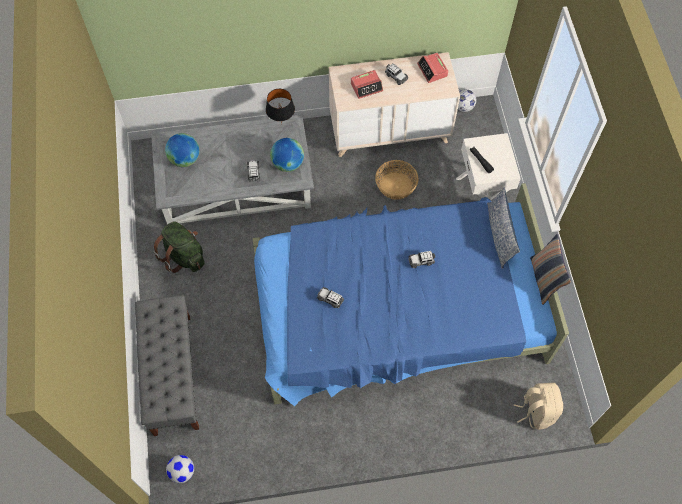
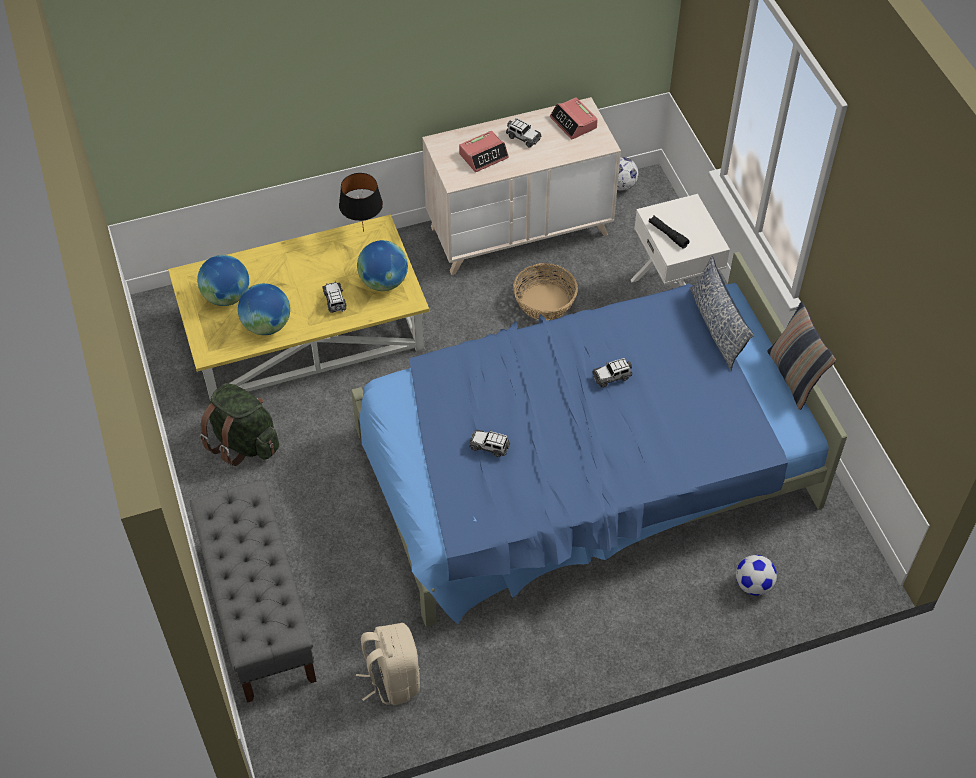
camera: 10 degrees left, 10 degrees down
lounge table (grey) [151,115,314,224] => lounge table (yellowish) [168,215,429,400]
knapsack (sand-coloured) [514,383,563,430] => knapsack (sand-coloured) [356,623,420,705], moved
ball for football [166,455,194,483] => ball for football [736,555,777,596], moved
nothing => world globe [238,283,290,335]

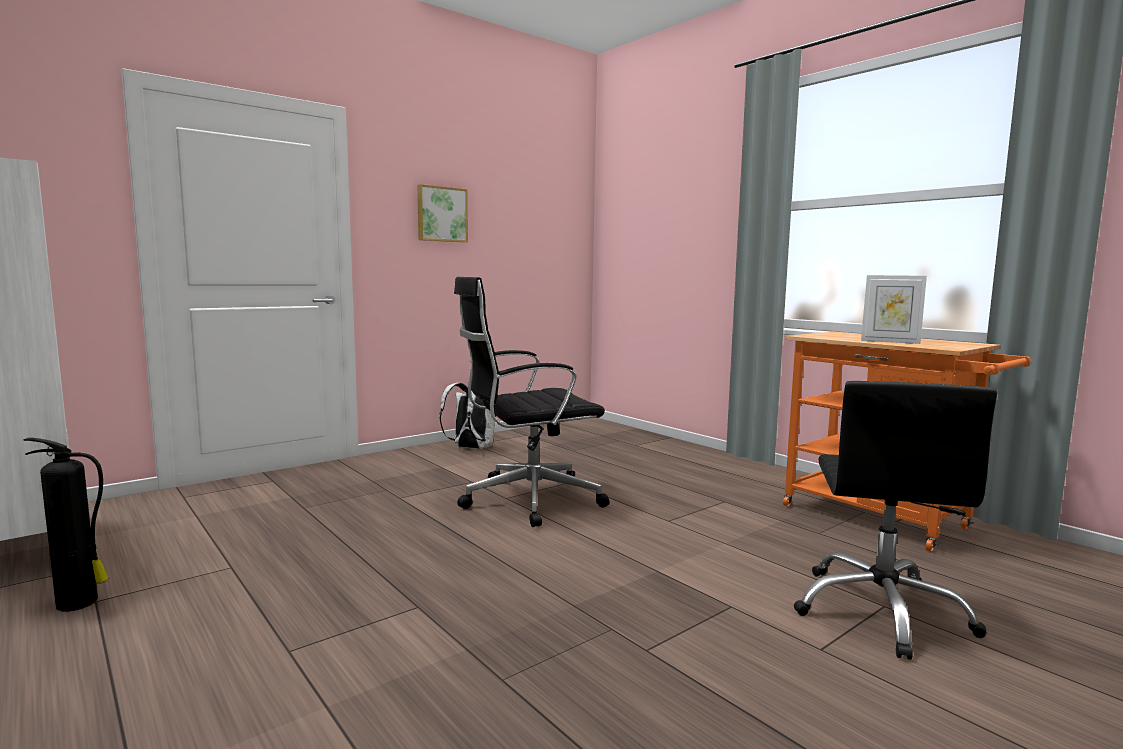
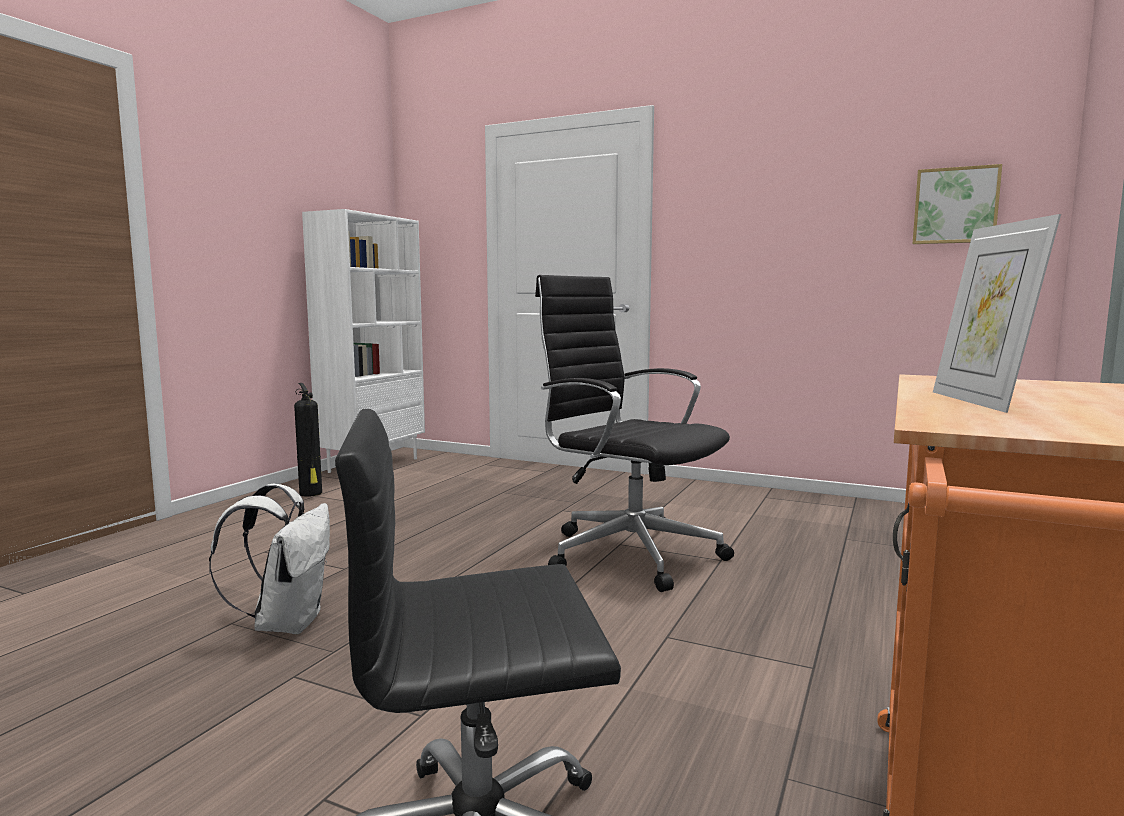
camera: 65 degrees right, 0 degrees up
wall art [417,184,468,242] => wall art [913,164,1002,244], moved
knapsack (white-coloured) [439,383,496,449] => knapsack (white-coloured) [209,483,330,634], moved

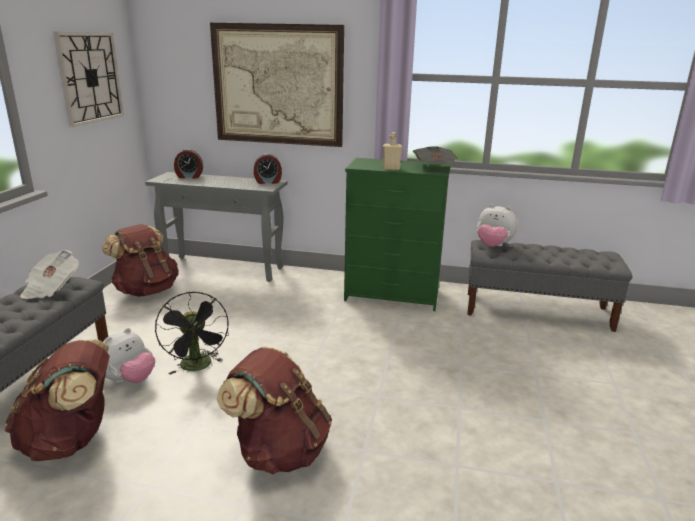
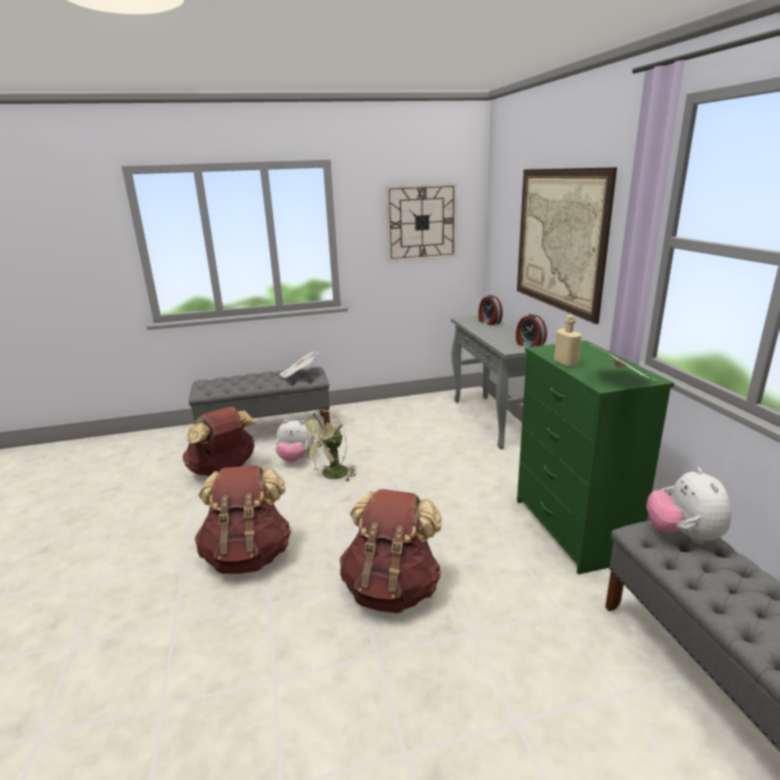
camera: 65 degrees right, 0 degrees up
knapsack (brown) [102,224,179,297] => knapsack (brown) [340,489,442,613], moved
electric fan (blackish) [155,292,229,375] => electric fan (green-coloured) [299,410,356,482]

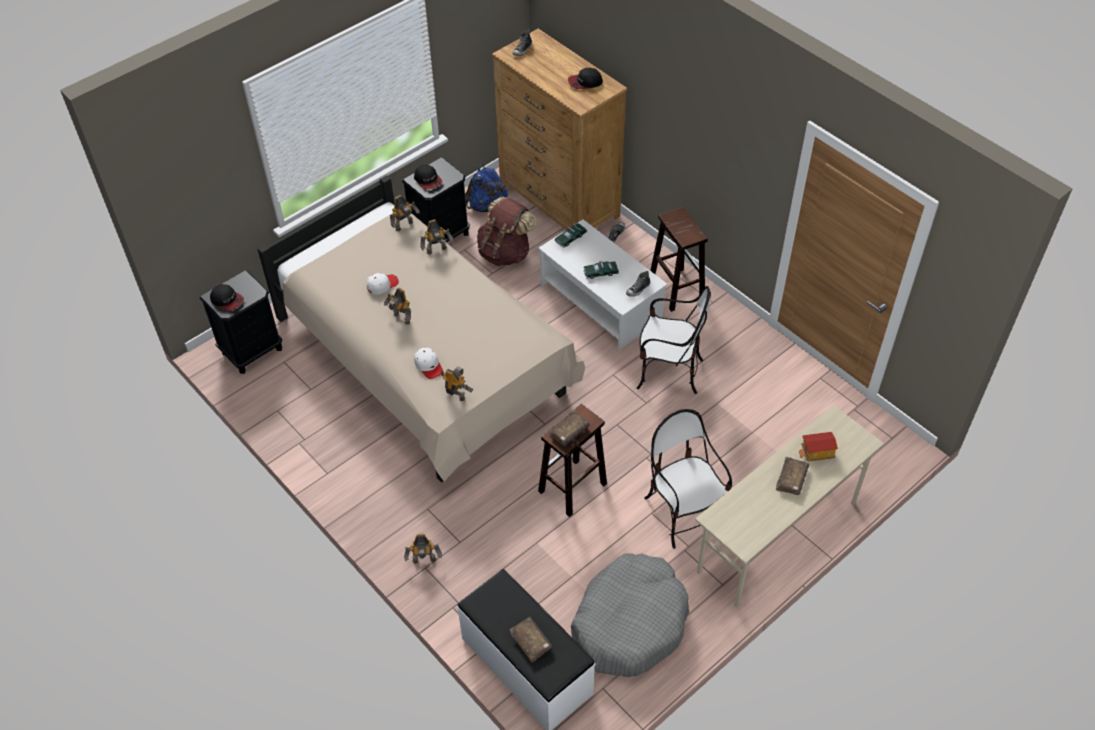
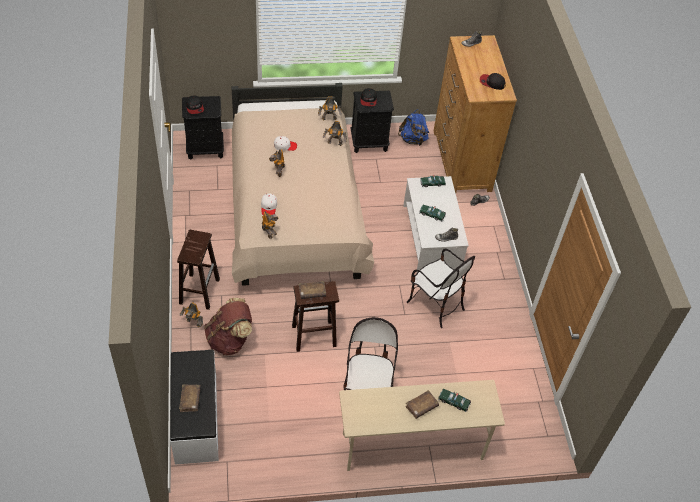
camera: 30 degrees right, 0 degrees up
knapsack (brown) [477,197,536,266] => knapsack (brown) [204,298,252,355], moved
sitting stool (brown) [650,207,708,312] => sitting stool (brown) [177,230,220,310], moved
miniature house [798,432,838,462] => toy car [438,388,471,412]
pet bed (grey) [571,553,689,677] => nothing

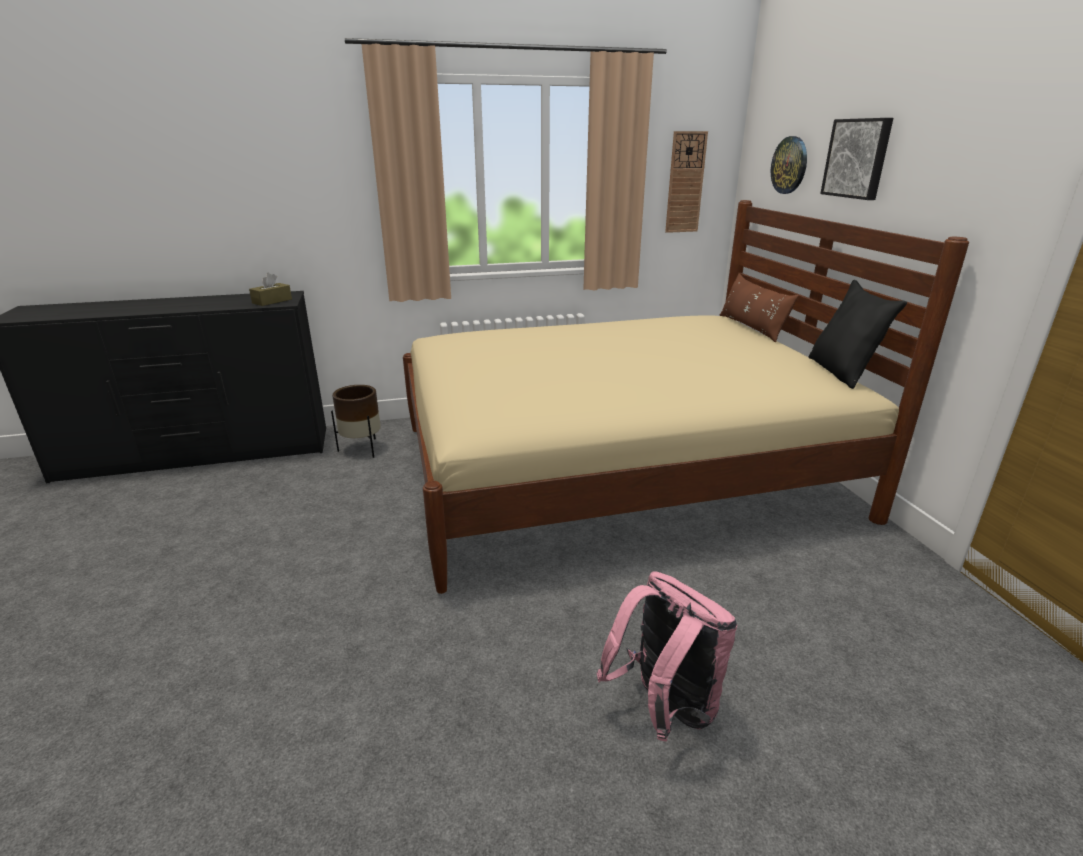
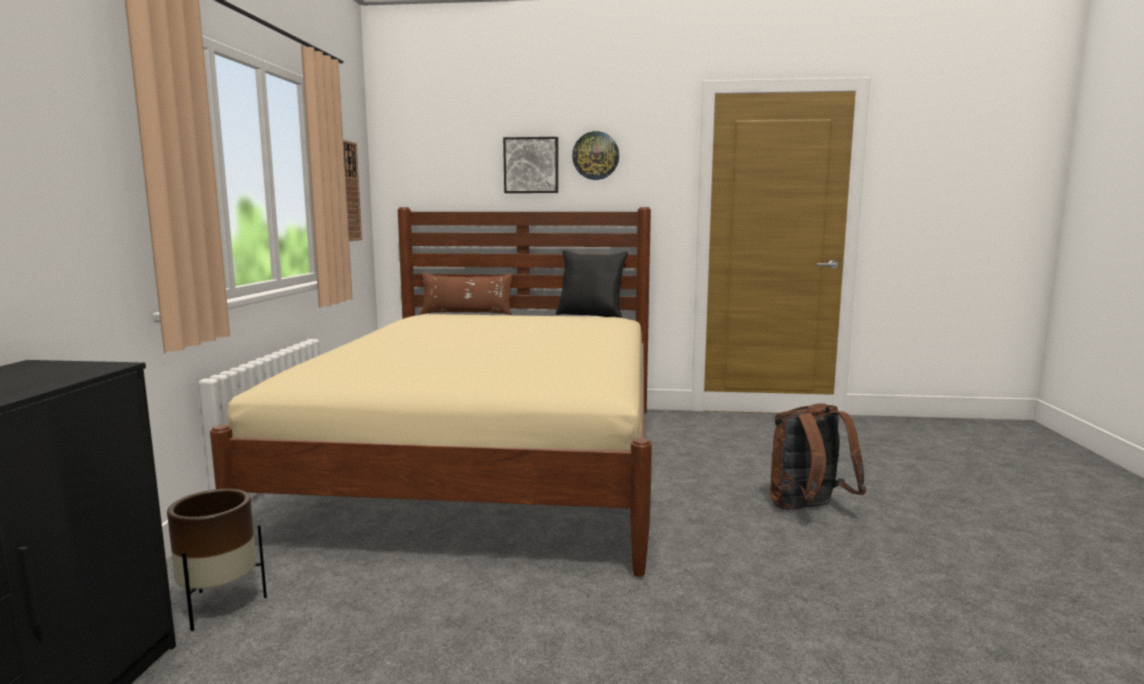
camera: 70 degrees left, 15 degrees down
clock on the wall [771,136,807,194] => clock on the wall [572,131,619,180], moved
tissue holder (brown) [249,273,292,306] => nothing
knapsack (pinkish) [597,572,737,742] => knapsack (brown) [770,403,866,510]

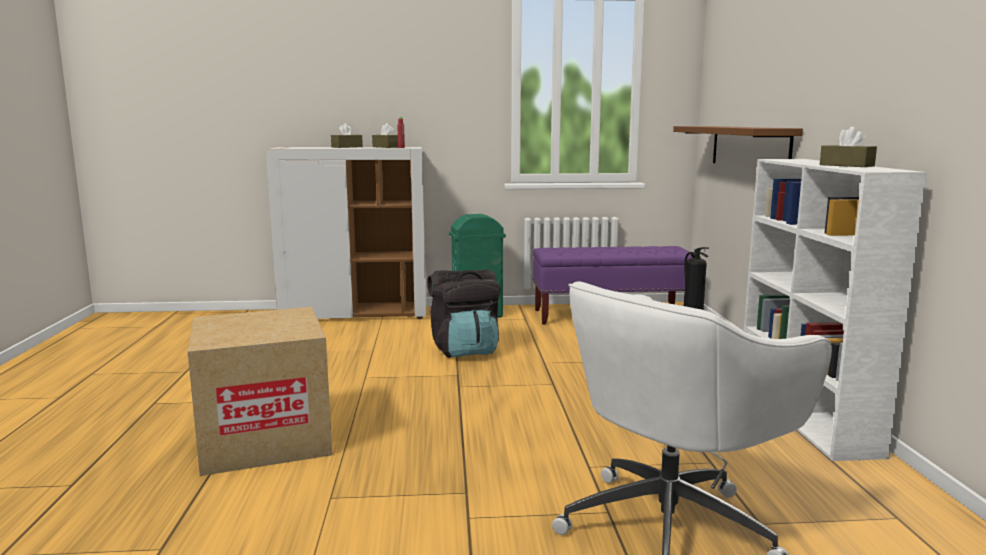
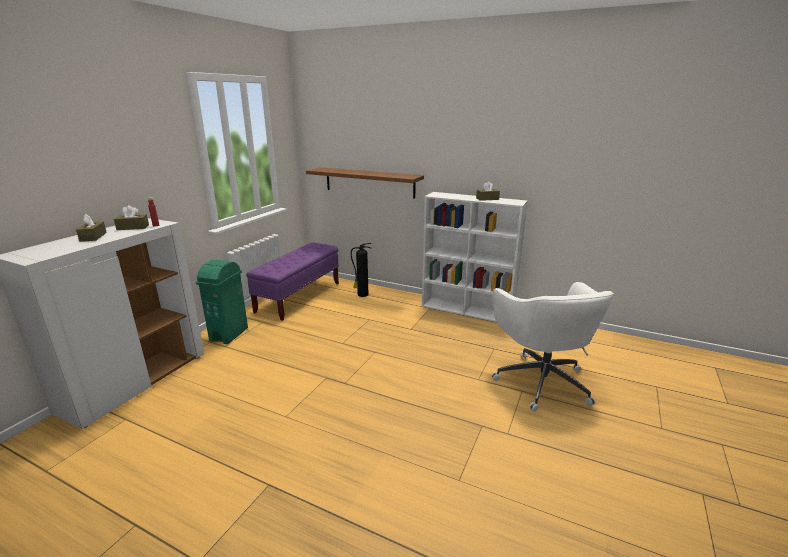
camera: 60 degrees left, 10 degrees up
knapsack (blackish) [427,269,501,358] => nothing
packing box [188,307,332,476] => nothing

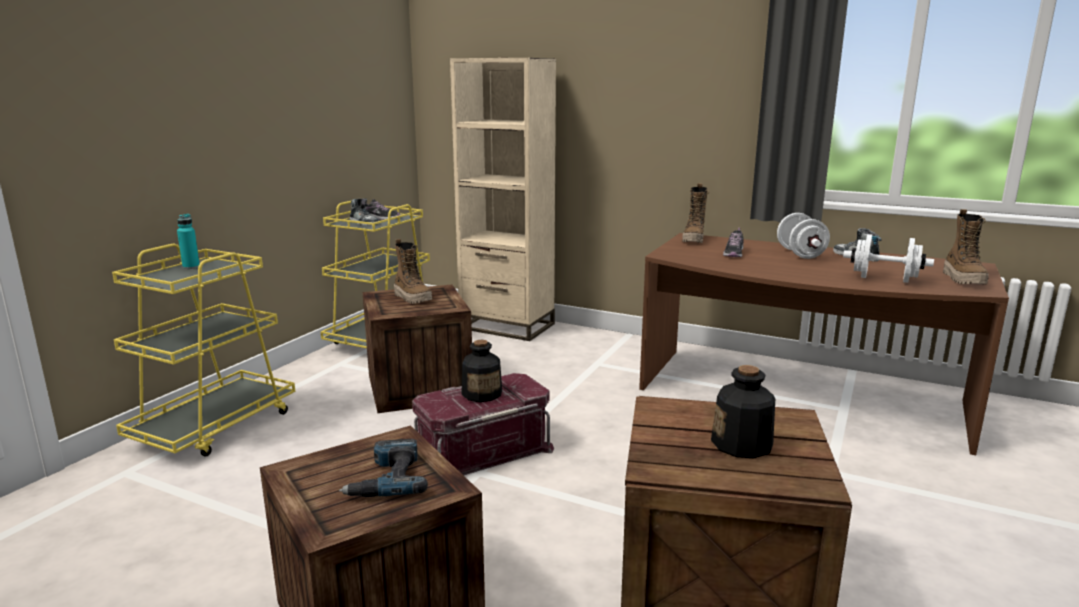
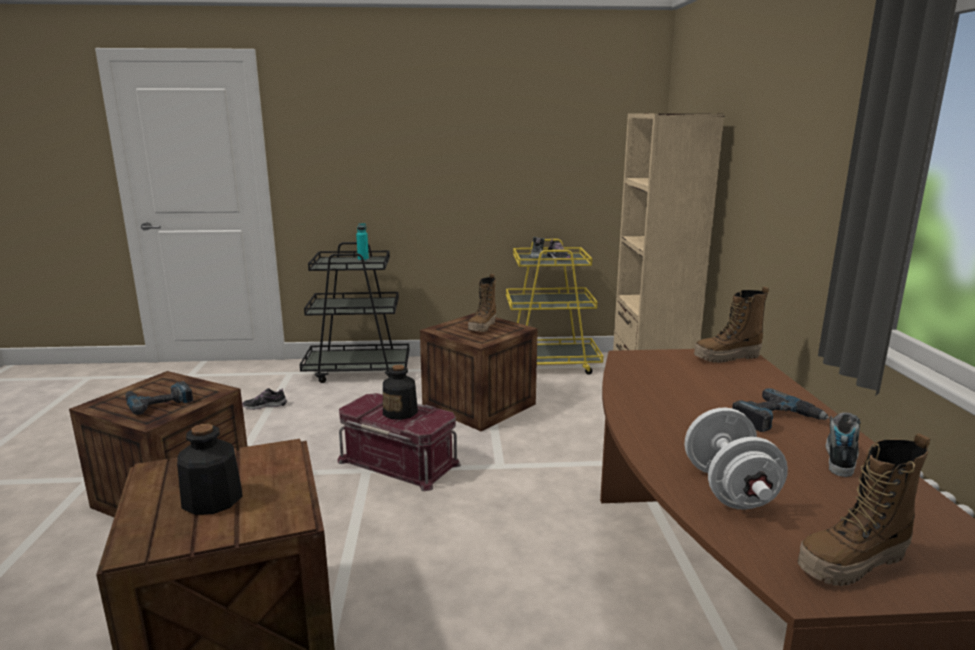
camera: 60 degrees right, 0 degrees up
free weight (white-coloured) [777,213,830,259] => drill [732,388,830,432]
low shoe [723,228,744,257] => low shoe [242,388,287,410], moved
trolley (yellowish) [112,244,295,457] => trolley (blackish) [300,242,409,383]

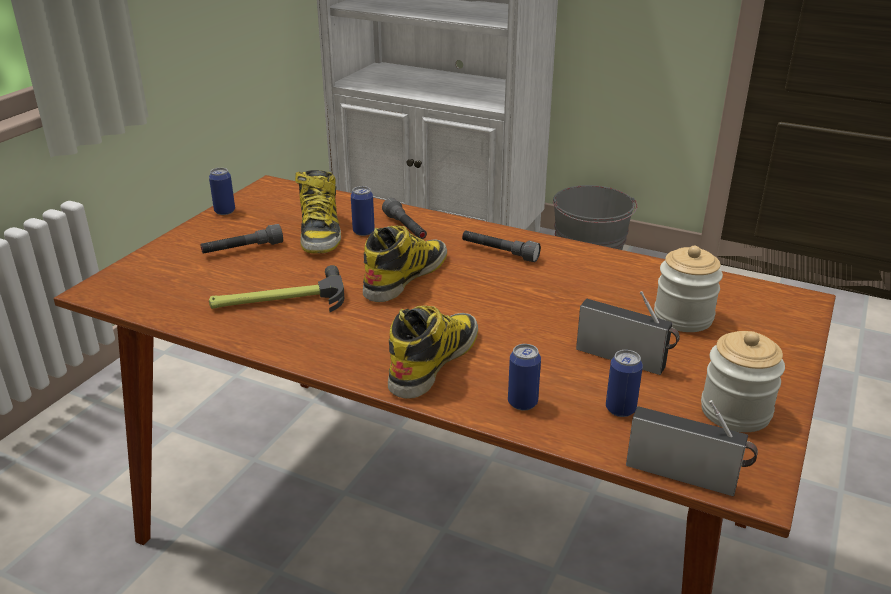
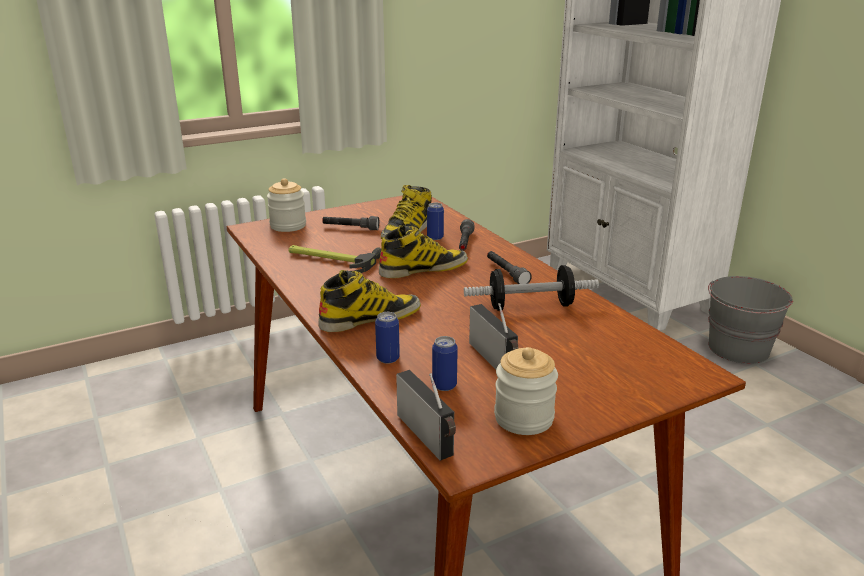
camera: 35 degrees right, 5 degrees down
sealed can [209,168,235,215] => nothing
preserve jar [654,246,723,332] => preserve jar [267,178,306,232], moved
nothing => free weight [464,265,599,311]

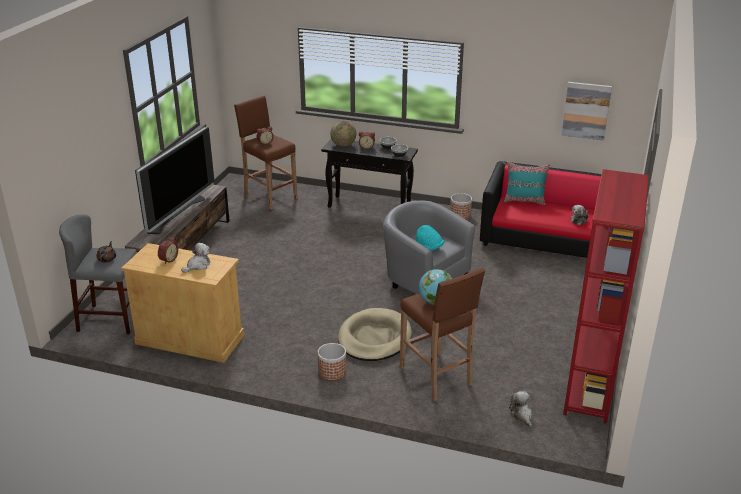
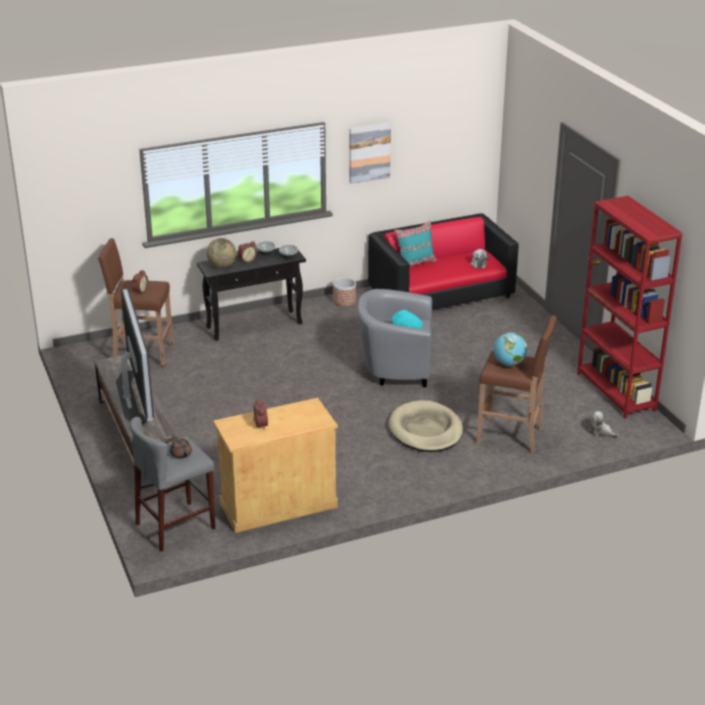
camera: 40 degrees left, 0 degrees up
wall art [562,82,612,141] => wall art [350,122,391,184], moved
plush toy [181,243,210,272] => nothing
plant pot [318,343,346,381] => nothing

